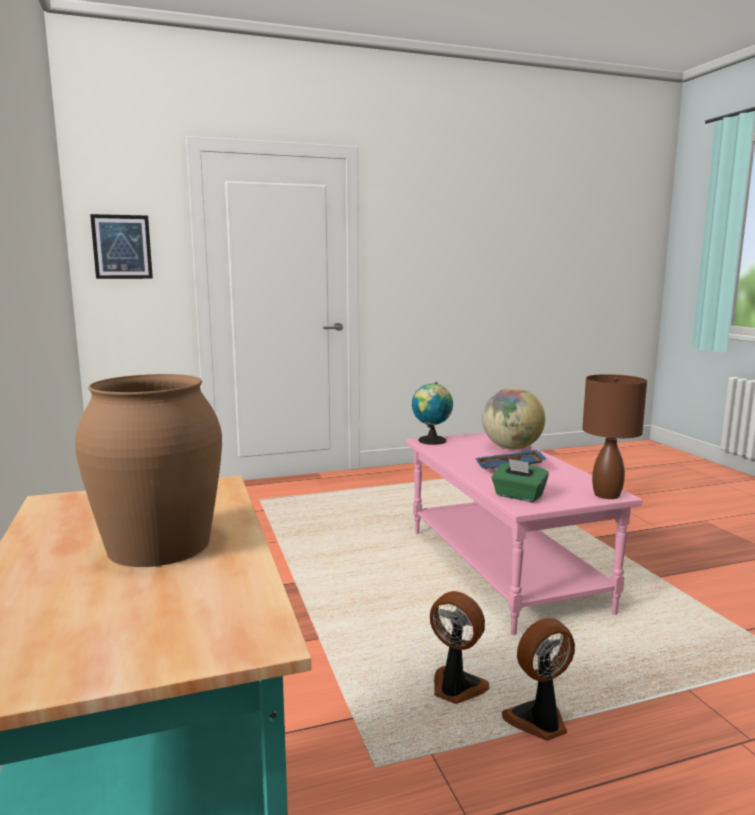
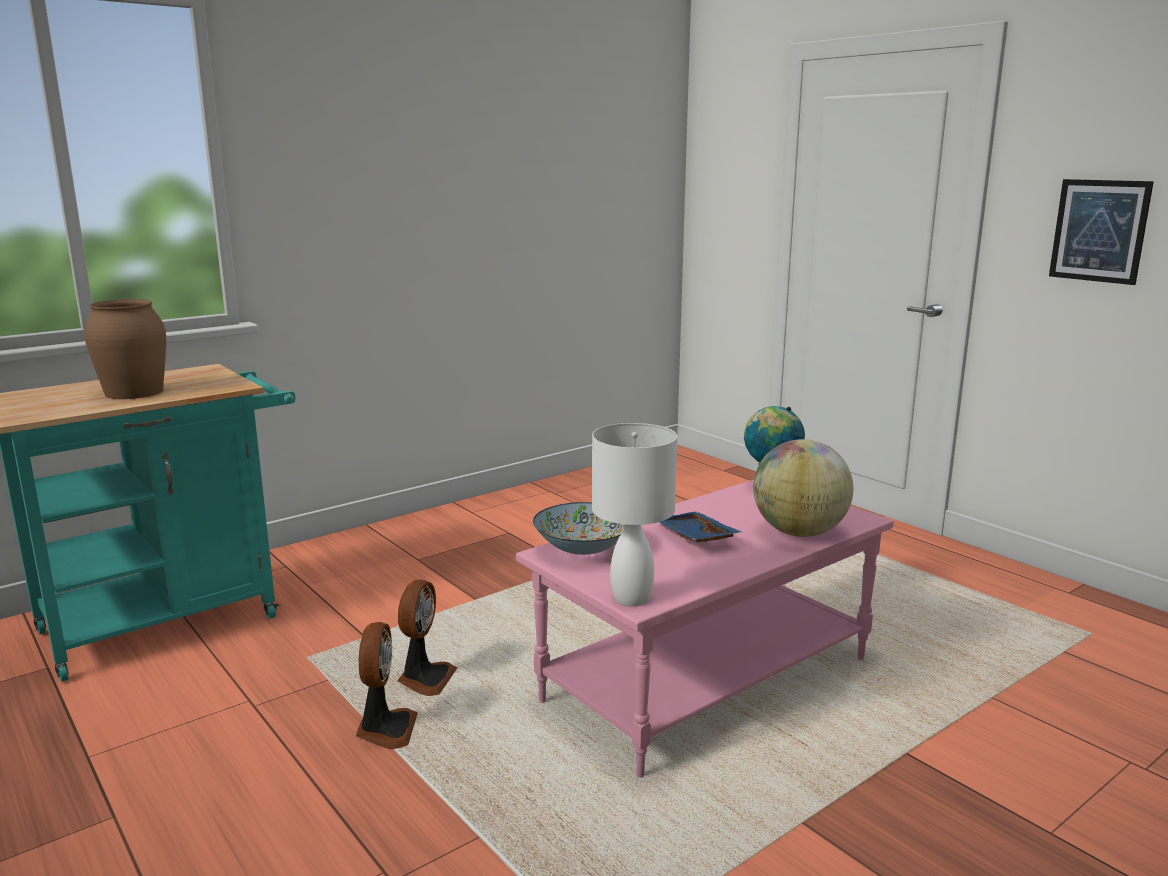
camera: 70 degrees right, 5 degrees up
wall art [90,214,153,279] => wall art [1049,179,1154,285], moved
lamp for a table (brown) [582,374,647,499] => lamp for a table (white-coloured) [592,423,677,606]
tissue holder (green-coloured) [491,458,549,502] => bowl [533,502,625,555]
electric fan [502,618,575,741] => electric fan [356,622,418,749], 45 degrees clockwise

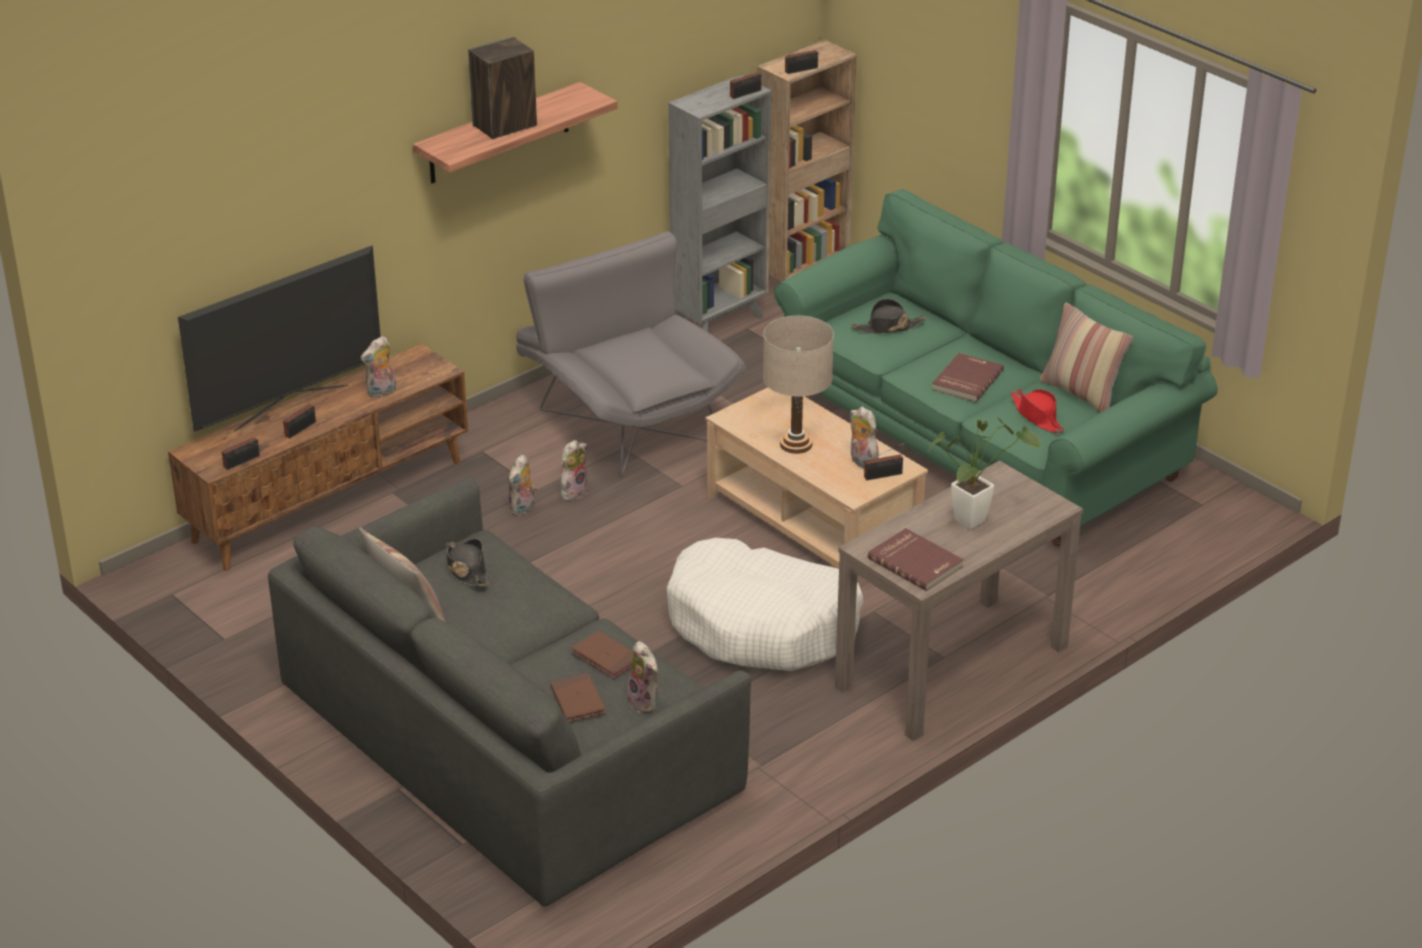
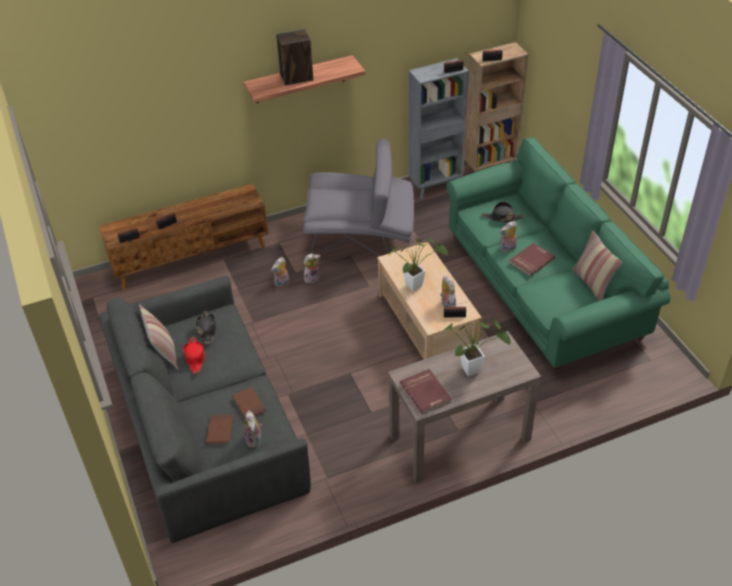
camera: 20 degrees right, 10 degrees up
easy chair (grey) [516,231,745,478] => easy chair (grey) [303,139,414,256], 105 degrees clockwise
TV [178,245,381,432] => nothing
lamp for a table (sand-coloured) [763,316,834,454] => potted plant [389,236,448,292]
plush toy [361,336,396,398] => plush toy [499,221,517,252], moved
hat (red-coloured) [1011,389,1064,433] => hat (red-coloured) [183,336,205,374], moved
pet bed (white-coloured) [667,538,863,671] => nothing

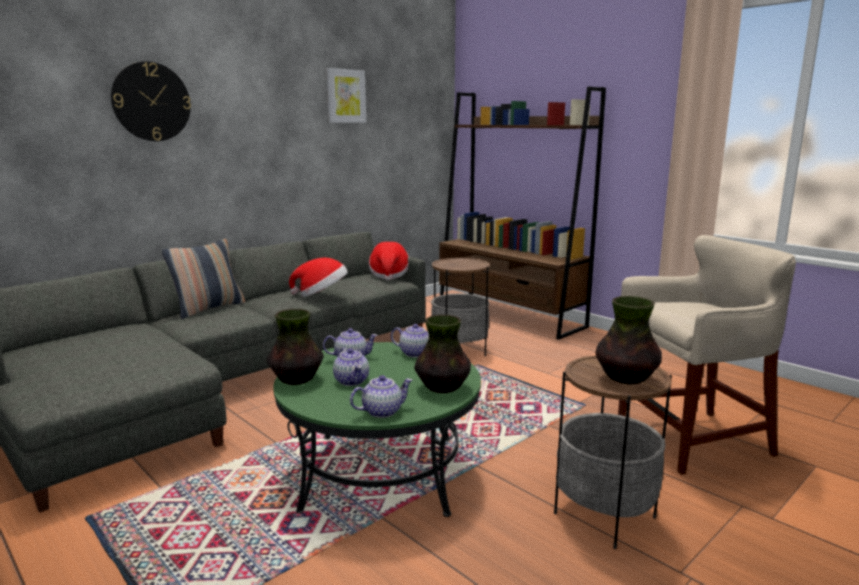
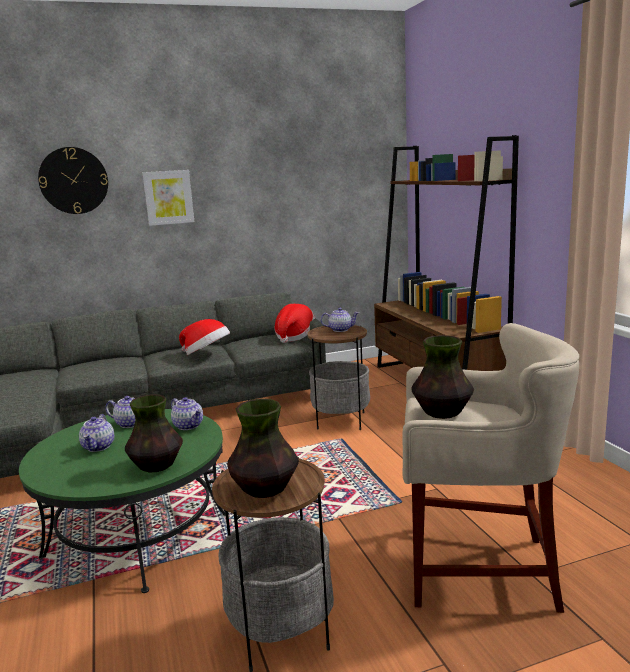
camera: 25 degrees right, 0 degrees up
wall art [326,68,366,123] => wall art [142,170,194,226], moved
throw pillow [162,239,245,319] => nothing
decorative vase [267,309,324,385] => decorative vase [411,335,474,419], moved
teapot [350,375,413,418] => teapot [321,308,359,332], moved

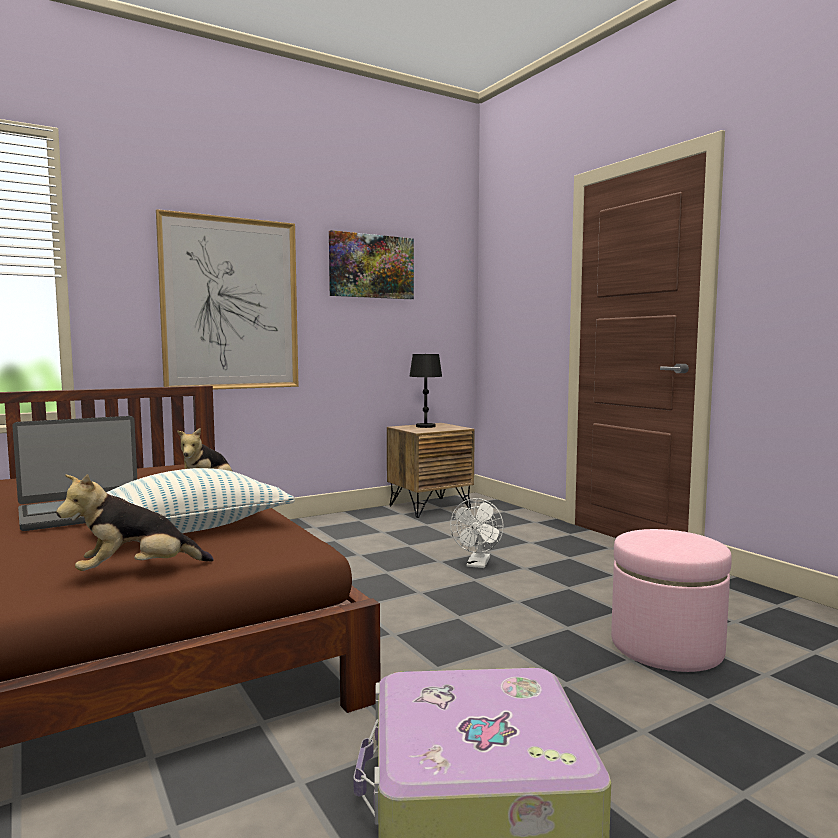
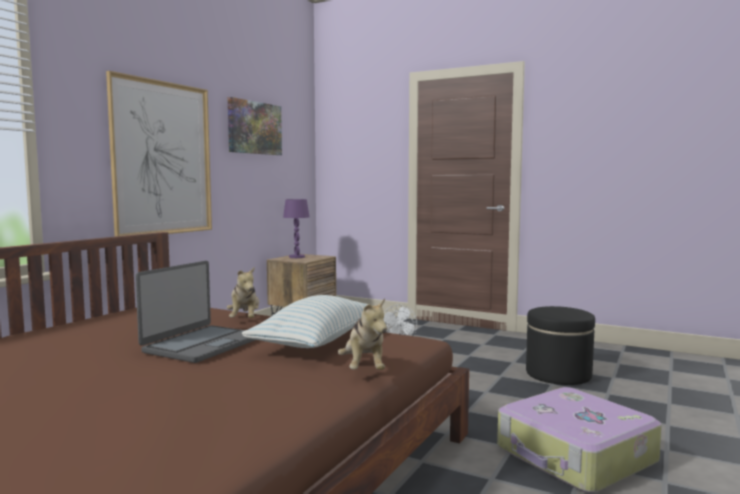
camera: 30 degrees left, 0 degrees up
lamp for a table (blackish) [410,354,442,428] => lamp for a table (purple-coloured) [283,199,309,258]
plush toy [56,474,214,571] => plush toy [338,298,387,370], 45 degrees counterclockwise
pouffe (pinkish) [611,529,732,672] => pouffe (blackish) [526,306,595,385]

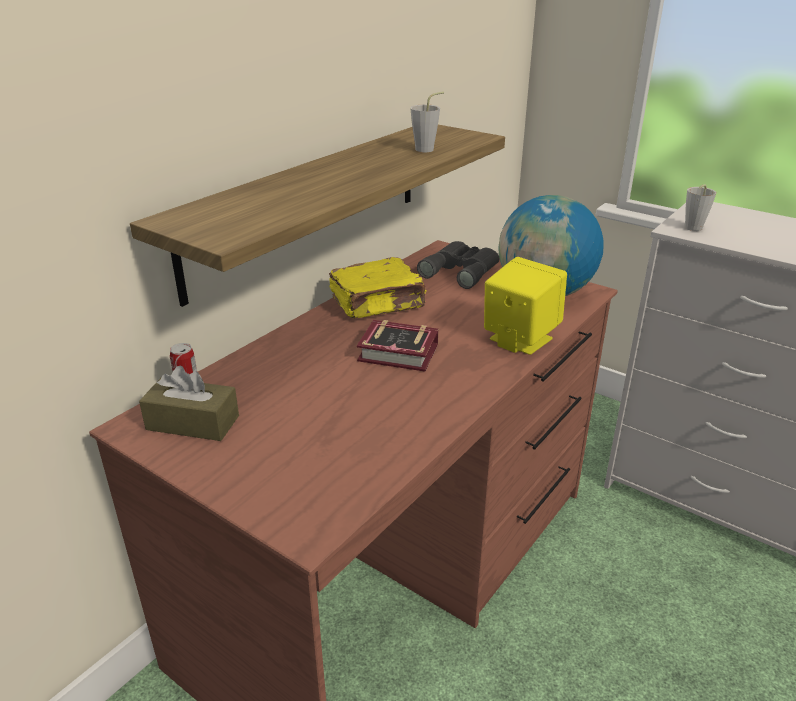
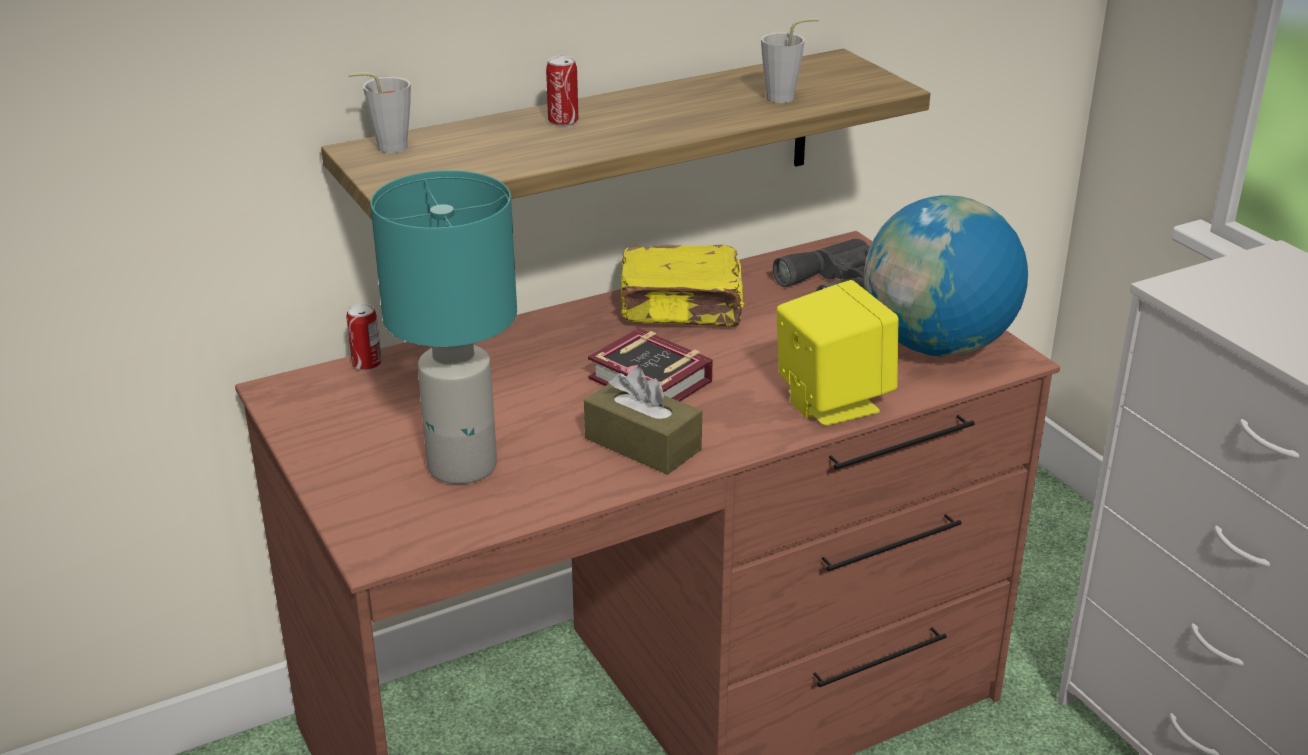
camera: 25 degrees right, 0 degrees up
drinking cup (grey) [685,184,716,231] => drinking cup (grey) [348,72,411,153], moved
tissue holder (brown) [139,365,239,441] => tissue holder (brown) [584,367,702,475], moved
nothing => sealed can [546,56,578,126]
nothing => lamp for a table (turquoise) [370,170,517,484]

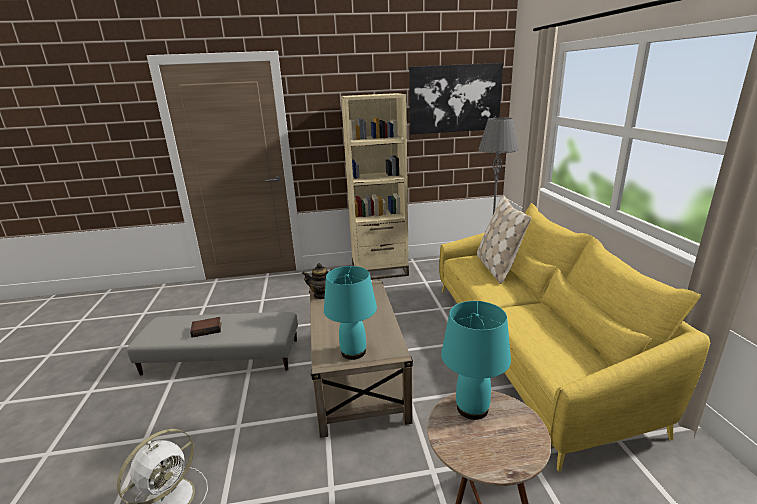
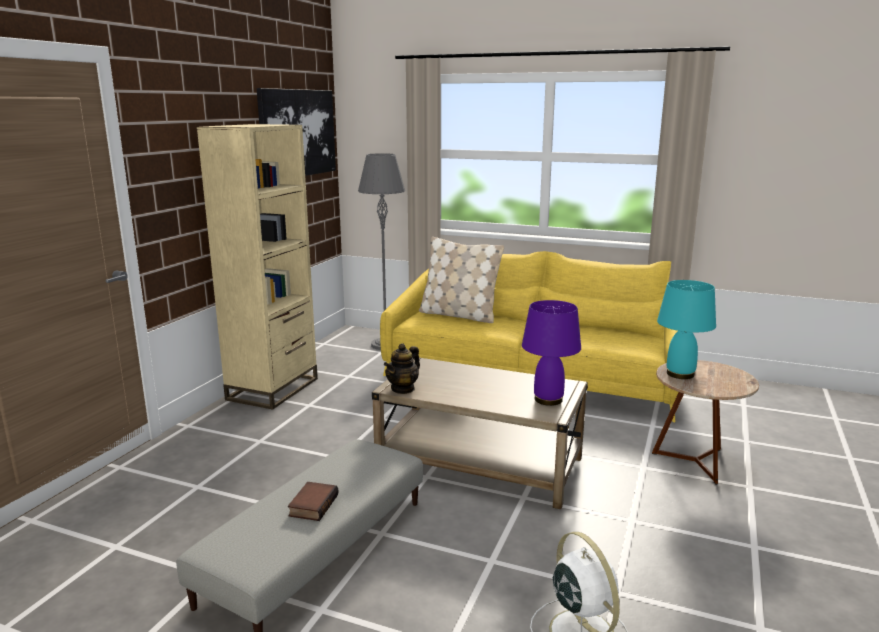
camera: 60 degrees left, 5 degrees down
lamp for a table (turquoise) [324,266,377,360] => lamp for a table (purple-coloured) [522,300,581,406]

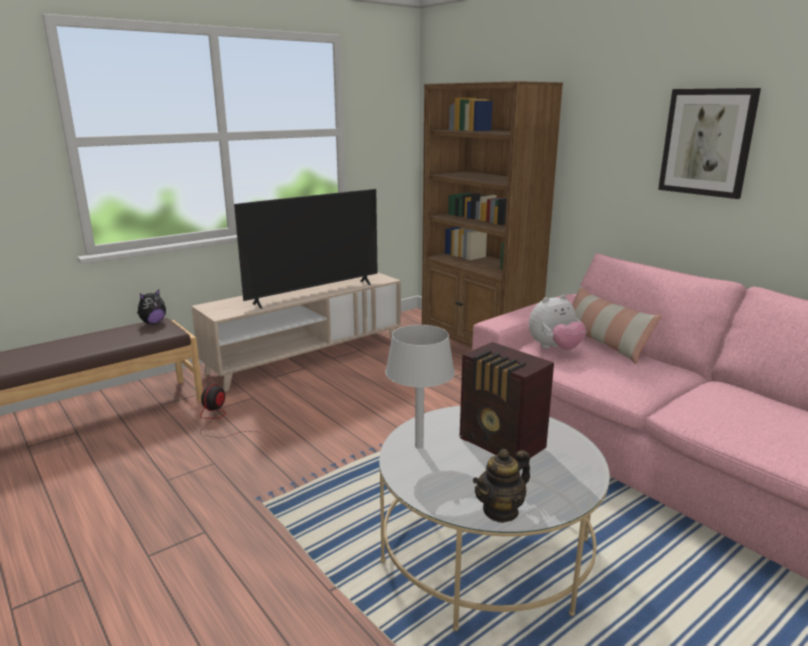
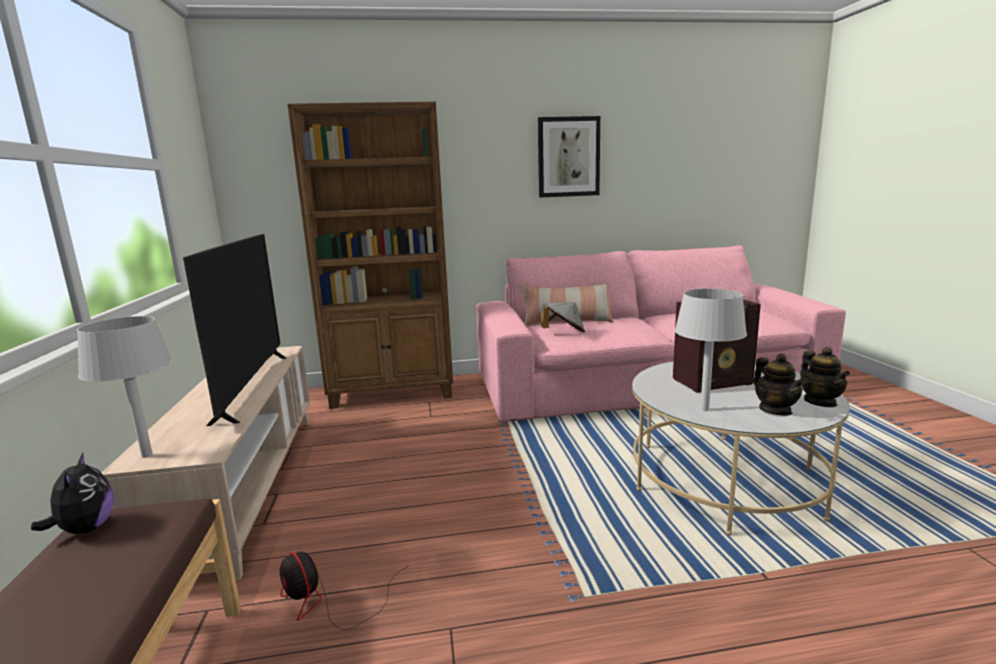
camera: 60 degrees left, 5 degrees down
plush toy [529,295,587,350] => hat (grey) [541,302,585,332]
nothing => lamp for a table (grey) [77,316,172,458]
nothing => teapot [754,354,806,416]

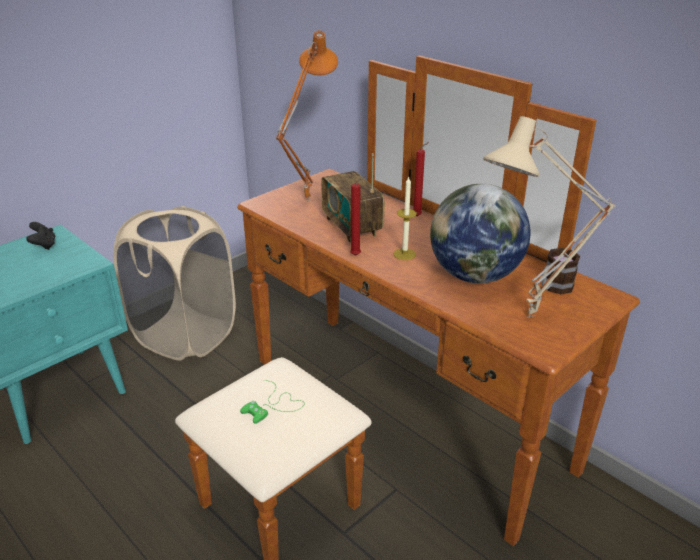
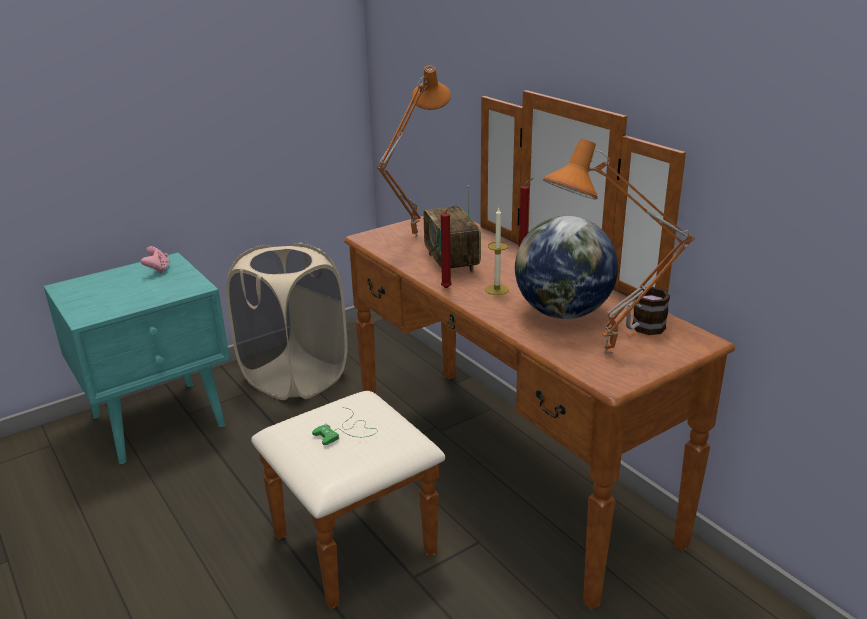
camera: 10 degrees right, 5 degrees down
lamp for a table (sand-coloured) [483,116,615,318] => lamp for a table (orange-coloured) [543,139,695,354]
joypad (blackish) [26,222,56,250] => joypad (pinkish) [141,246,170,274]

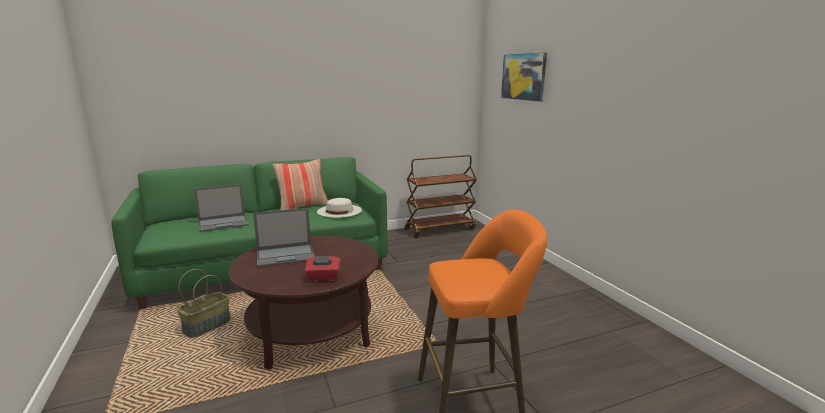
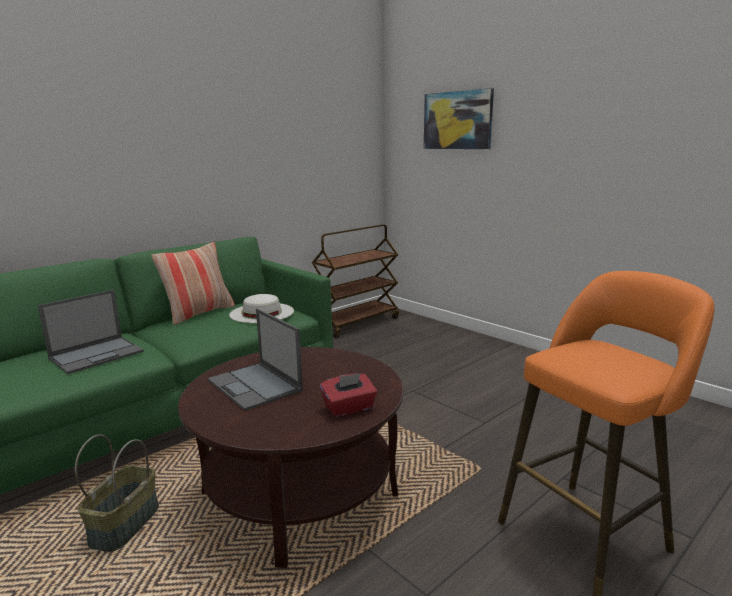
camera: 20 degrees left, 0 degrees up
laptop [253,208,314,267] => laptop [208,308,303,411], 90 degrees clockwise

